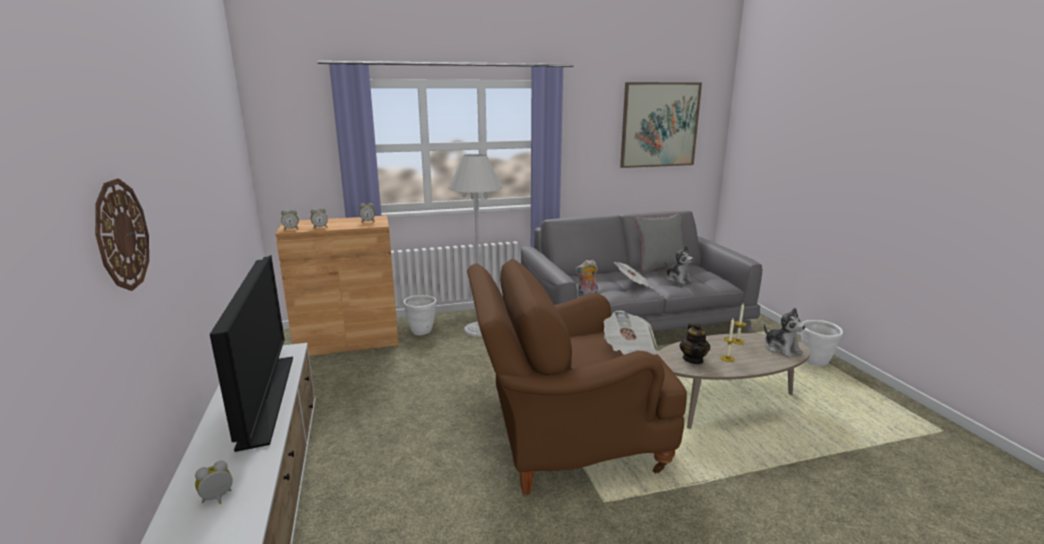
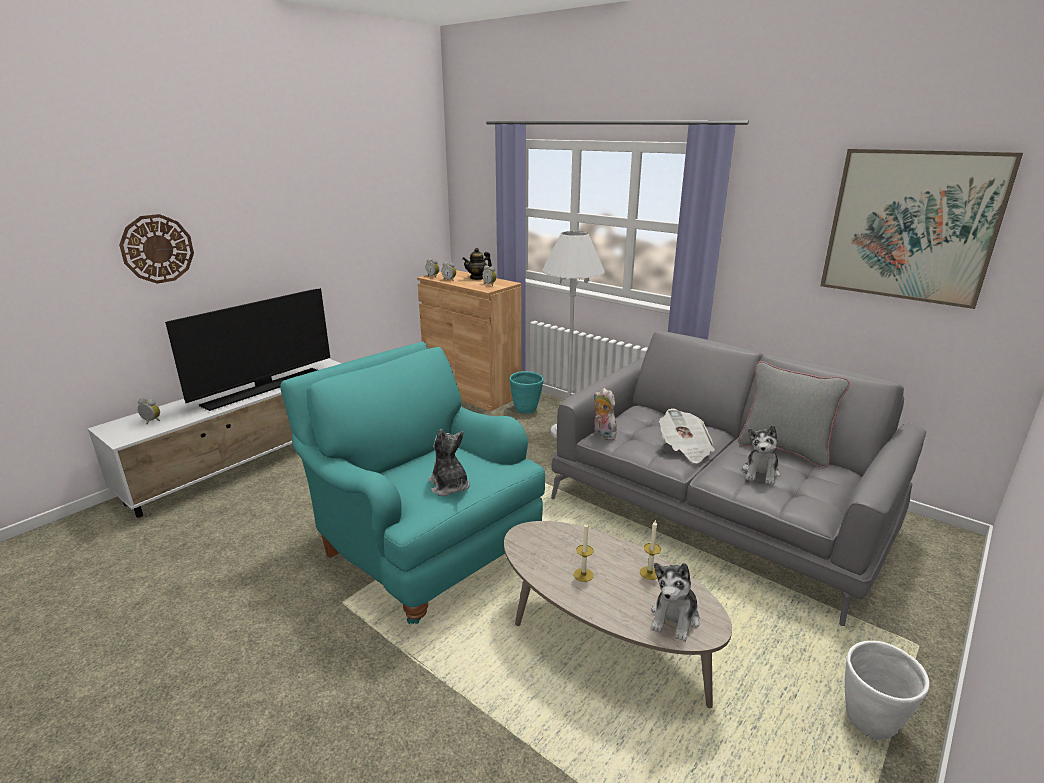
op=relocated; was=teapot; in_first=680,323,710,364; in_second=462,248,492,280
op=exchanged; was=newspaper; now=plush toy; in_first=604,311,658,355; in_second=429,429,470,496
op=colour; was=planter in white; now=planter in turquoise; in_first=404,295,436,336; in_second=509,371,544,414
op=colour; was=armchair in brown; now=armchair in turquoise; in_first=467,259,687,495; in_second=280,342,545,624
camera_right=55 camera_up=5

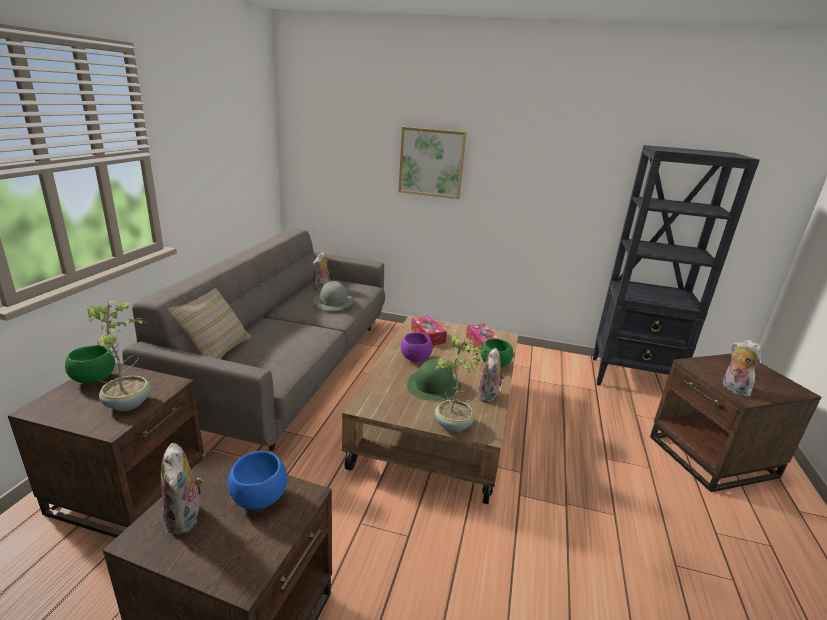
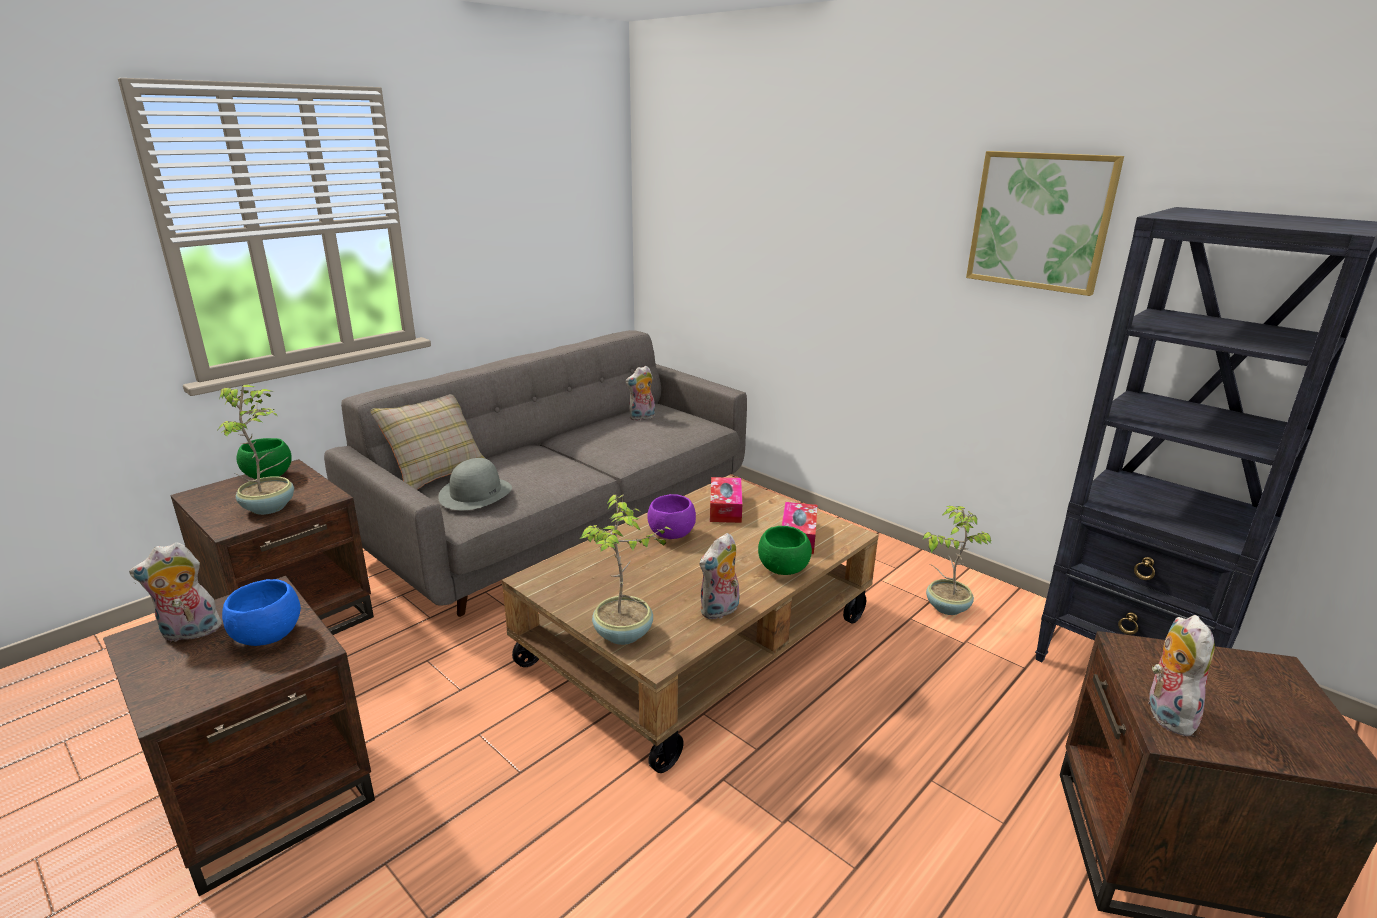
op=missing; was=hat in green; in_first=407,359,461,401
op=appeared; now=potted plant; in_second=923,506,991,615
op=relocated; was=hat in grey; in_first=313,281,354,311; in_second=438,458,512,510
op=relocated; was=picture; in_first=398,127,466,199; in_second=966,151,1124,296
op=spun; was=plush toy; in_first=161,443,203,535; in_second=129,542,222,642; clockwise=60
camera_right=30 camera_up=0

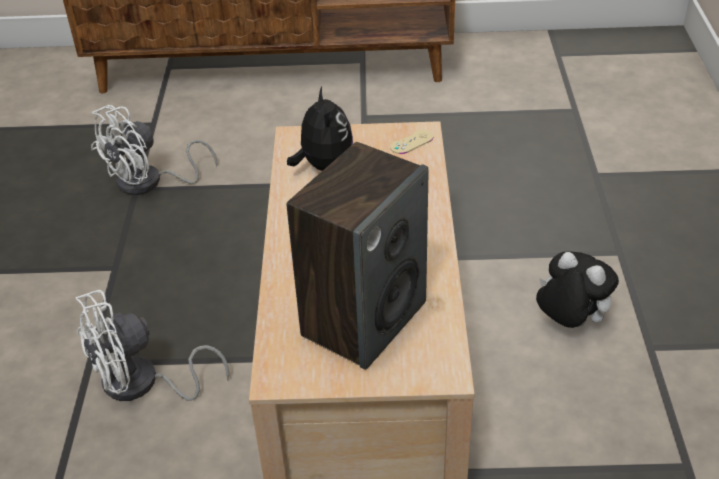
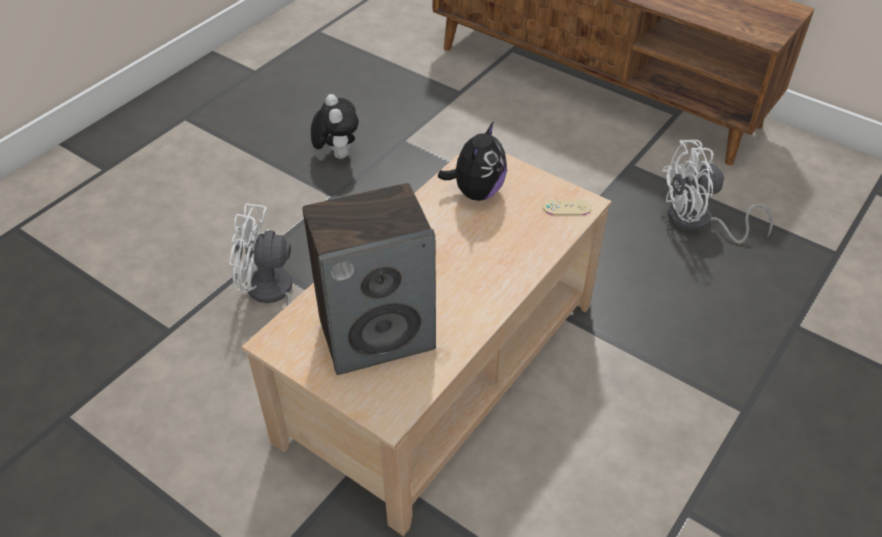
op=relocated; was=fan in white; in_first=91,105,217,195; in_second=661,140,773,244
op=relocated; was=plush toy; in_first=536,251,619,328; in_second=311,94,359,159
camera_right=35 camera_up=5

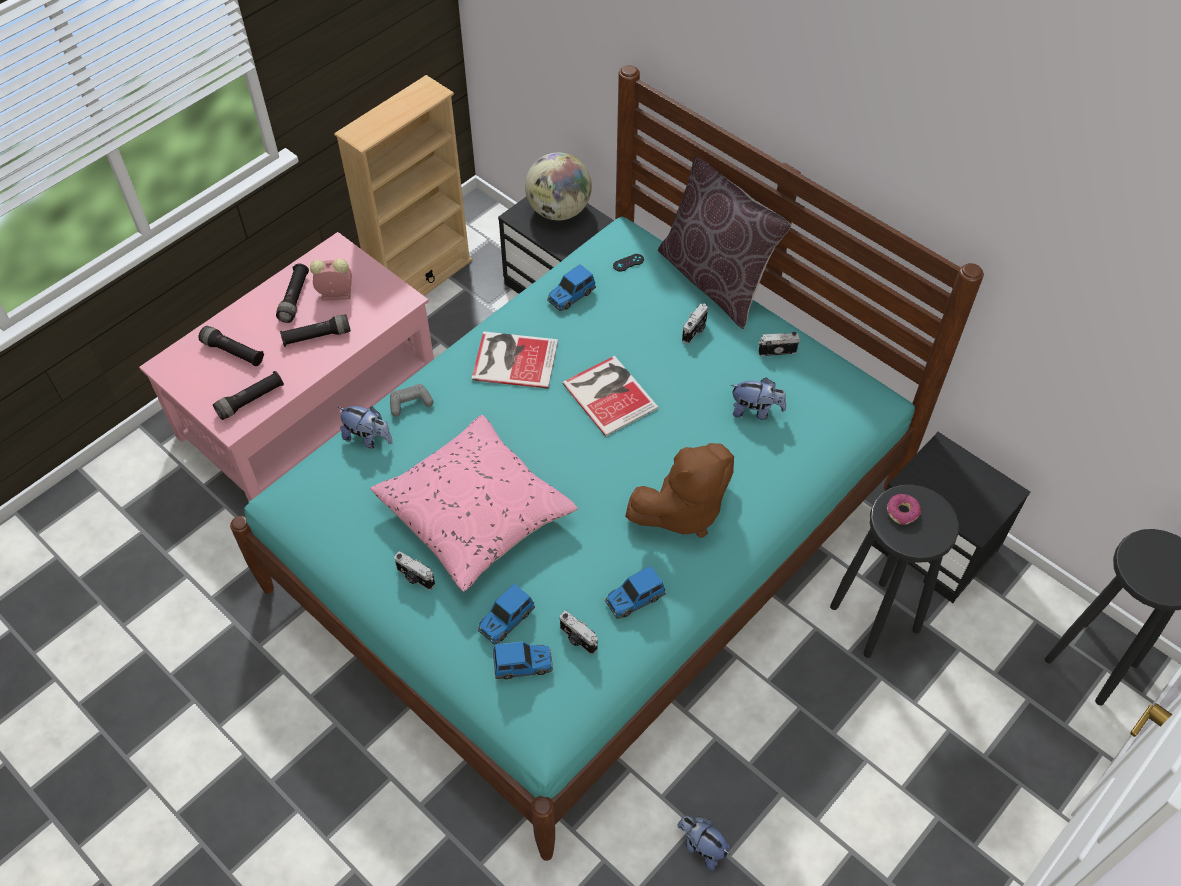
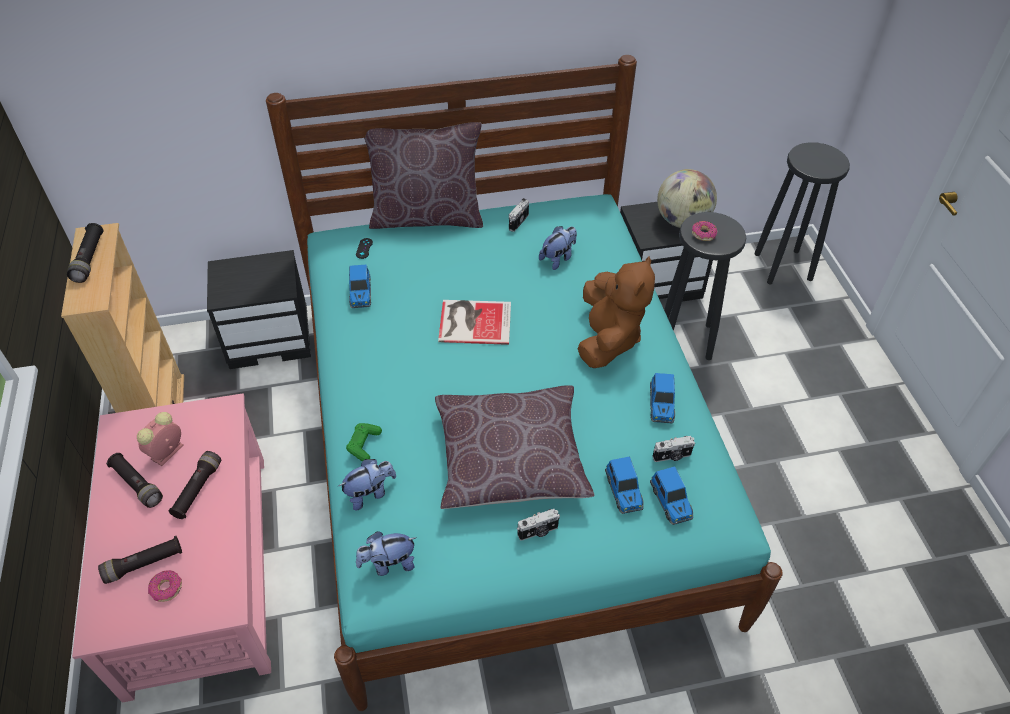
op=missing; was=book; in_first=472,331,558,389
op=missing; was=photo camera; in_first=682,303,708,344
op=appeared; now=donut; in_second=148,570,182,602
op=relocated; was=flashlight in black; in_first=213,371,284,420; in_second=67,223,103,283
op=relocated; was=globe; in_first=525,152,592,221; in_second=657,169,717,228
op=relocated; was=plush toy; in_first=678,816,730,871; in_second=356,531,416,576
op=colour; was=pillow in pink; now=pillow in brown; in_first=370,415,578,592; in_second=435,385,594,509
op=colour; was=game controller in grey; now=game controller in green; in_first=390,384,433,417; in_second=346,423,382,462
op=spun; was=toy car; in_first=492,641,553,679; in_second=650,466,693,525; clockwise=135
camera_right=-55 camera_up=-5

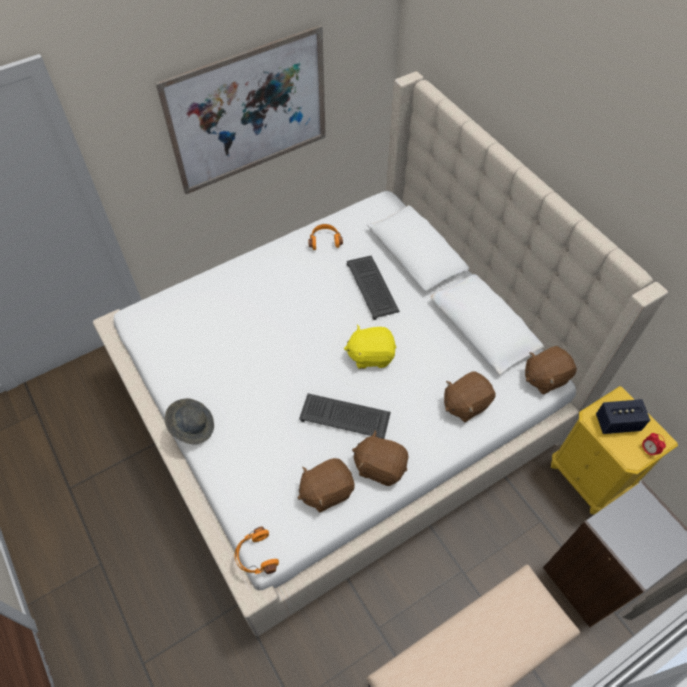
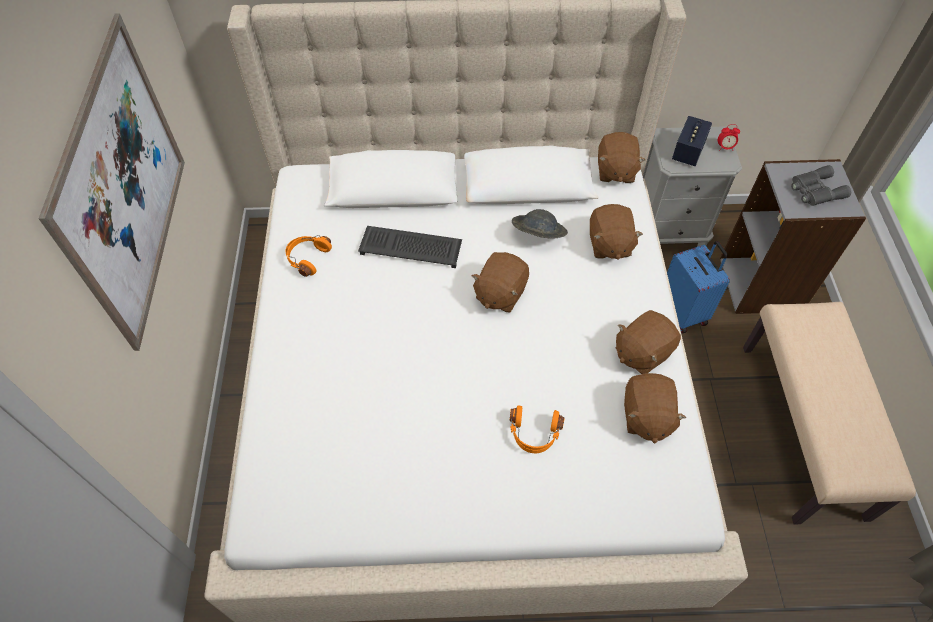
op=missing; was=keyboard; in_first=299,393,391,439
op=appeared; now=suitcase in blue; in_second=667,241,730,333
op=appeared; now=binoculars in grey; in_second=791,165,851,206
op=relocated; was=hat in grey; in_first=165,398,214,444; in_second=512,209,568,239
op=relocated; was=headphones in orange; in_first=235,527,279,574; in_second=510,405,565,453
op=colour; was=plush toy in yellow; now=plush toy in brown; in_first=344,324,396,369; in_second=471,252,529,312
op=colour; was=nightstand in yellow; now=nightstand in grey; in_first=551,386,678,515; in_second=643,126,742,247
camera_right=-60 camera_up=0

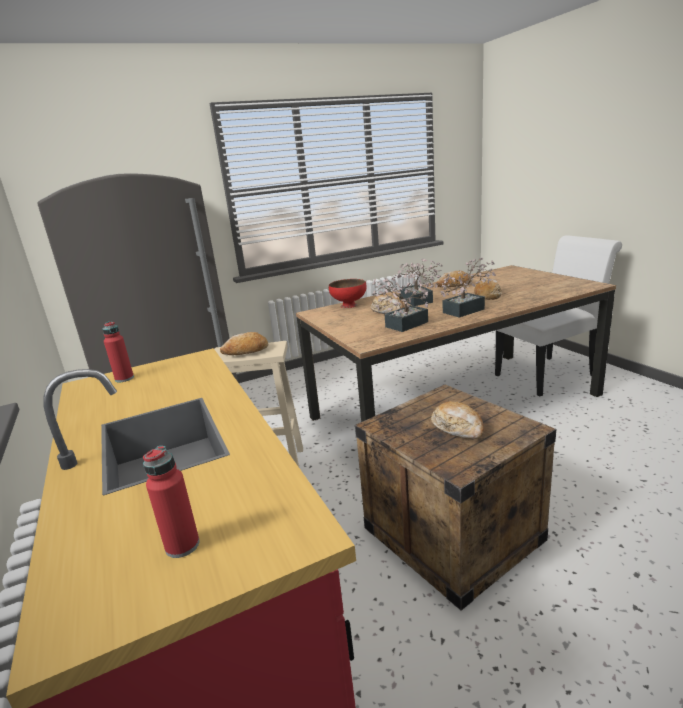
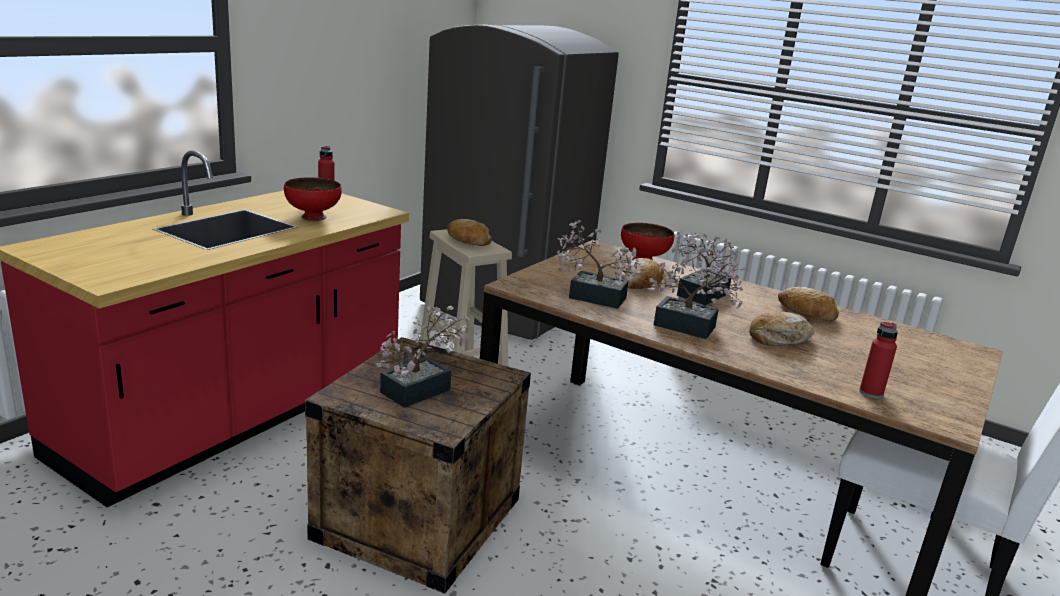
op=appeared; now=bowl in red; in_second=284,177,342,221
op=relocated; was=bottle in red; in_first=143,446,200,558; in_second=859,322,898,399
op=exchanged; was=bread; now=potted plant; in_first=431,401,484,439; in_second=376,306,471,408
camera_right=55 camera_up=0

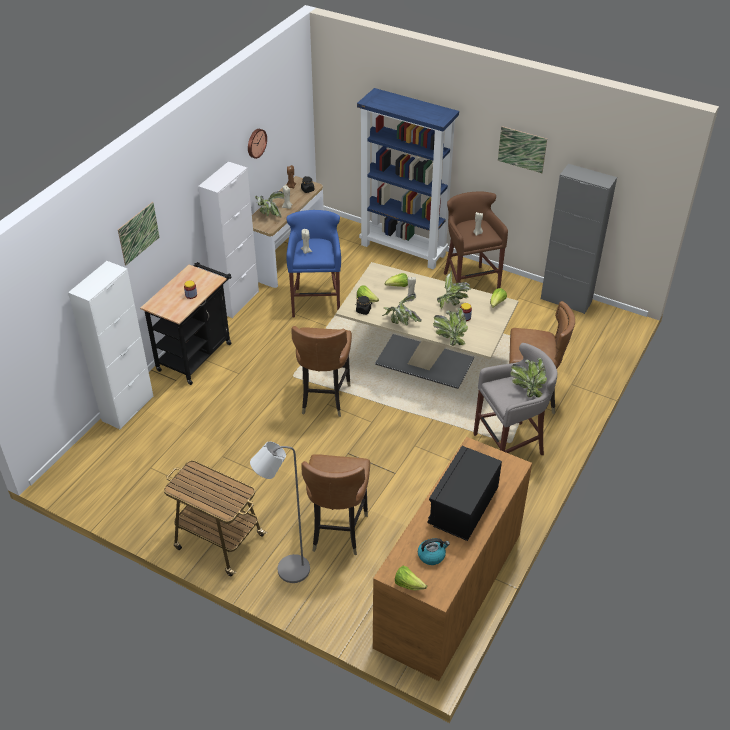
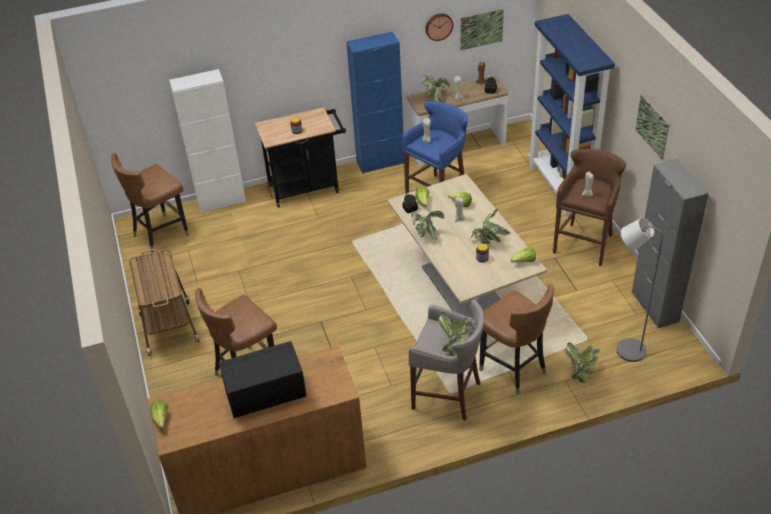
op=missing; was=kettle; in_first=418,538,450,565
op=relocated; was=picture; in_first=118,202,160,265; in_second=460,9,504,50
op=relocated; was=floor lamp in grey; in_first=250,441,310,583; in_second=616,218,663,362
op=relocated; was=chair in brown; in_first=291,326,352,417; in_second=111,153,189,253
op=relocated; was=potted plant; in_first=433,308,468,346; in_second=565,343,601,384
op=colour; was=cabinet in white; now=cabinet in blue; in_first=198,162,259,318; in_second=346,32,404,174
camera_right=45 camera_up=0

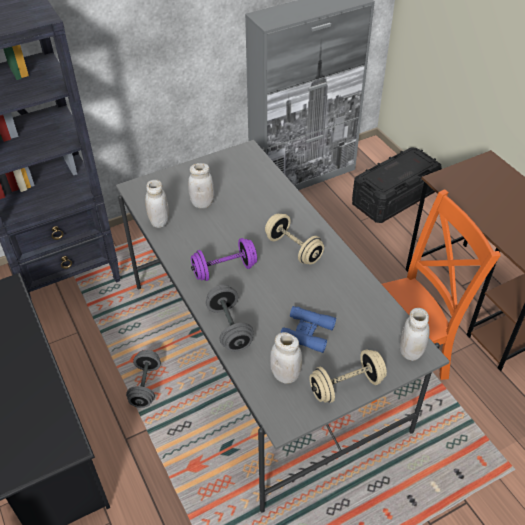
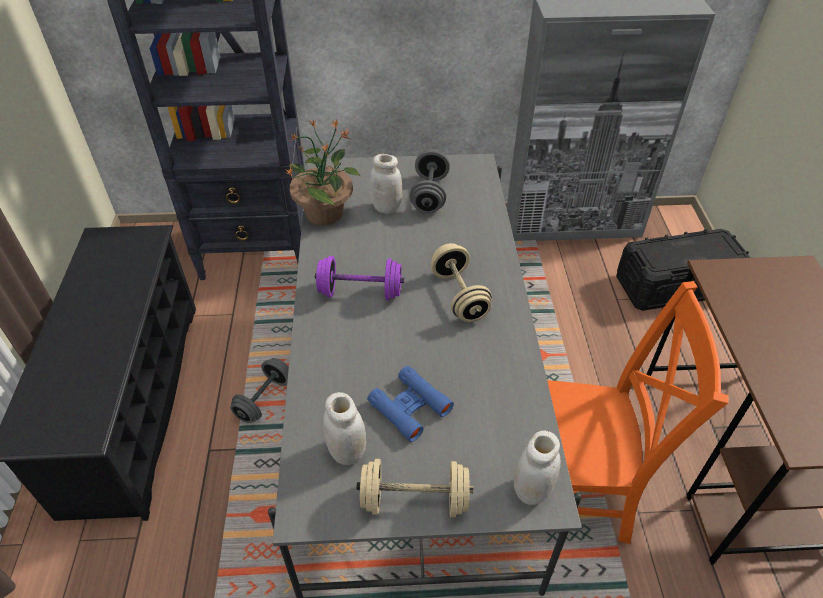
op=relocated; was=dumbbell in grey; in_first=206,285,254,352; in_second=410,149,450,214
op=exchanged; was=jar in white; now=potted plant; in_first=145,180,169,228; in_second=286,120,360,226
camera_right=25 camera_up=0

